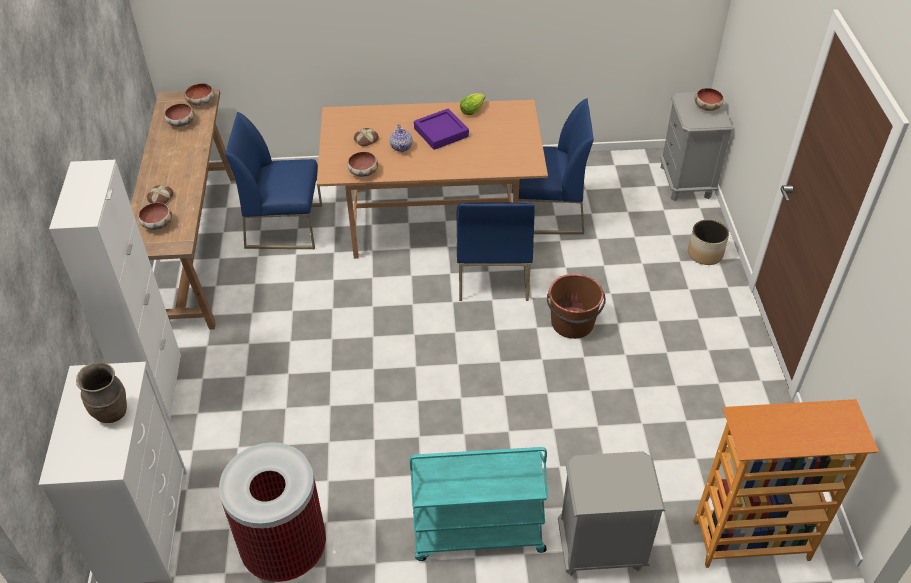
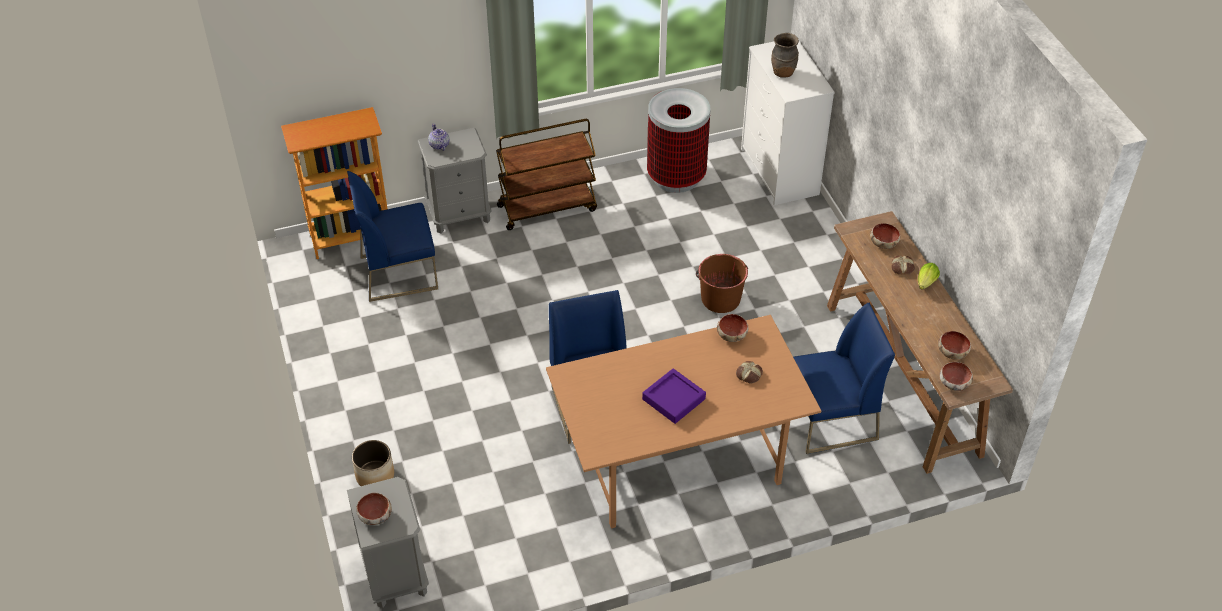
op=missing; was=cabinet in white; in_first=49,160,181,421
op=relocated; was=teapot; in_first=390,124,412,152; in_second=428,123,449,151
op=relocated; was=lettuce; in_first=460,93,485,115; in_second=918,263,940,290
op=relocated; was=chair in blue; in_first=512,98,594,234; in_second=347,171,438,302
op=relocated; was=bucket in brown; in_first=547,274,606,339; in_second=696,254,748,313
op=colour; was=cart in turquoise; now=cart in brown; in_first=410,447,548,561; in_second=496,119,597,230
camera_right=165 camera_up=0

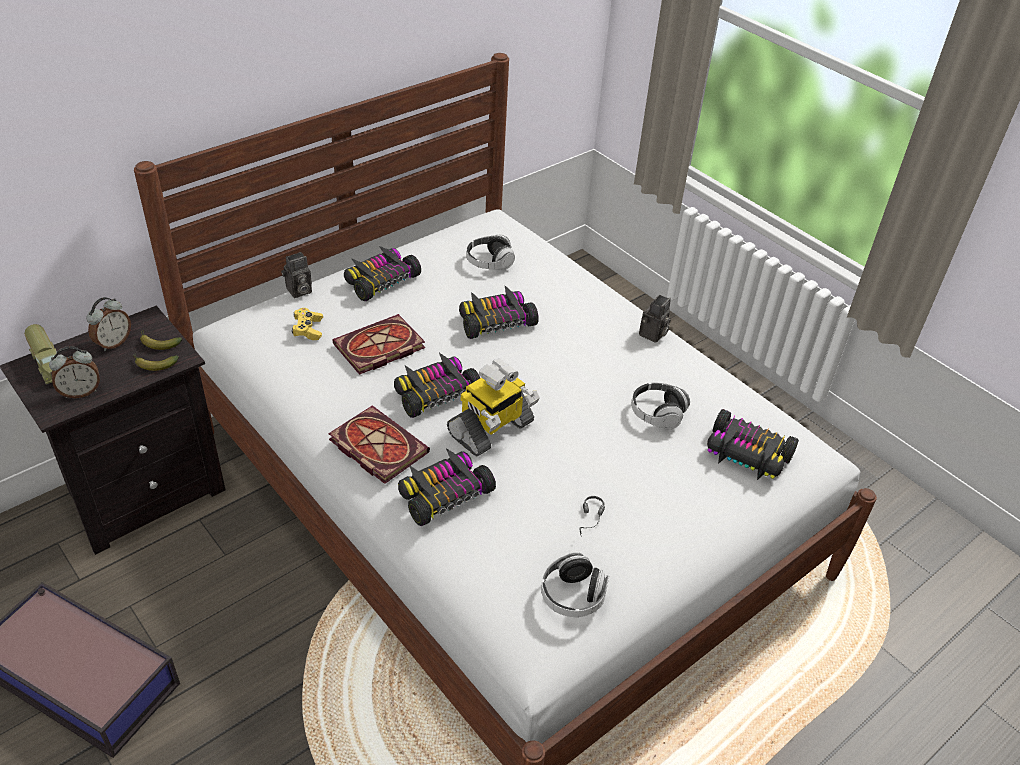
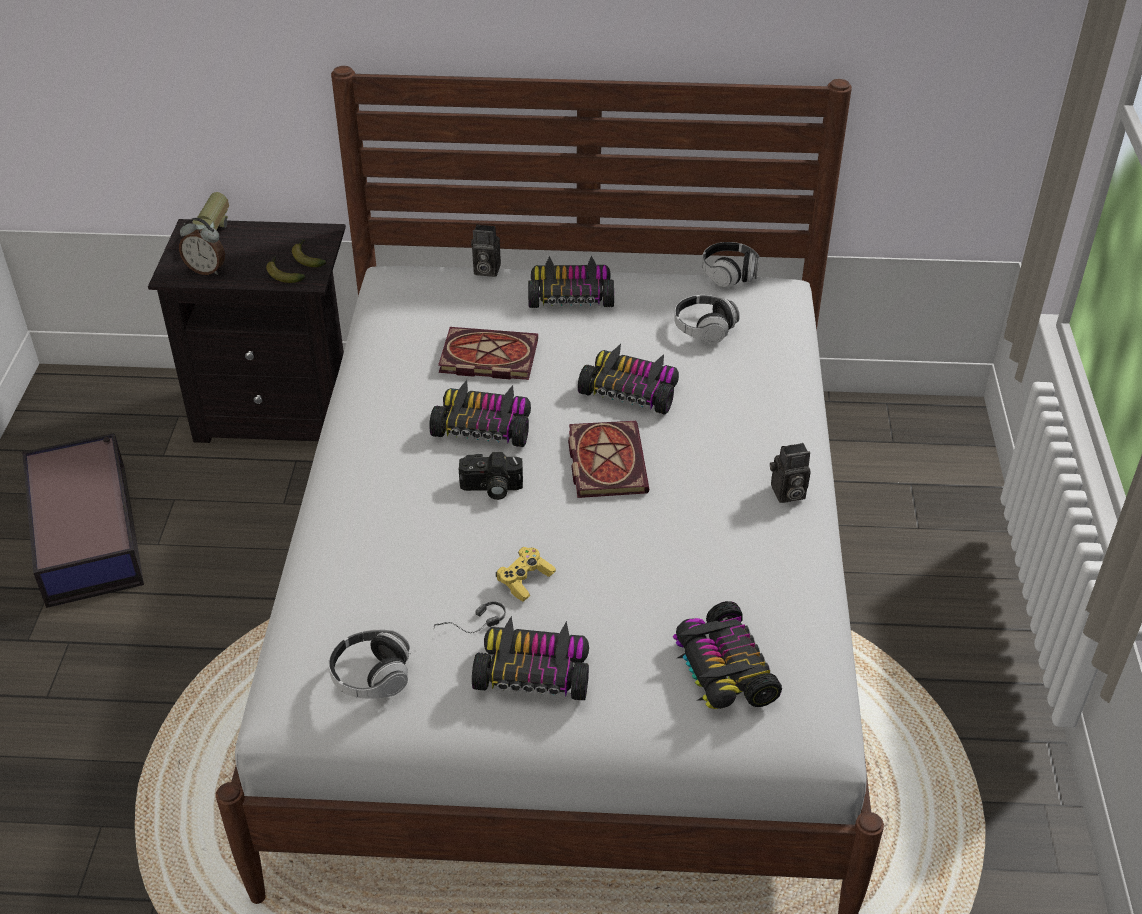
op=missing; was=alarm clock; in_first=87,297,131,351
op=relocated; was=game controller in yellow; in_first=292,308,323,340; in_second=496,547,556,602
op=relocated; was=book; in_first=328,405,430,484; in_second=568,421,649,498
op=relocated; was=toy car; in_first=398,448,496,526; in_second=472,616,589,700
op=relocated; was=headphones; in_first=631,382,690,430; in_second=702,242,760,287
op=exchanged; was=toy robot; now=photo camera; in_first=447,359,540,456; in_second=458,452,523,500
camera_right=45 camera_up=0

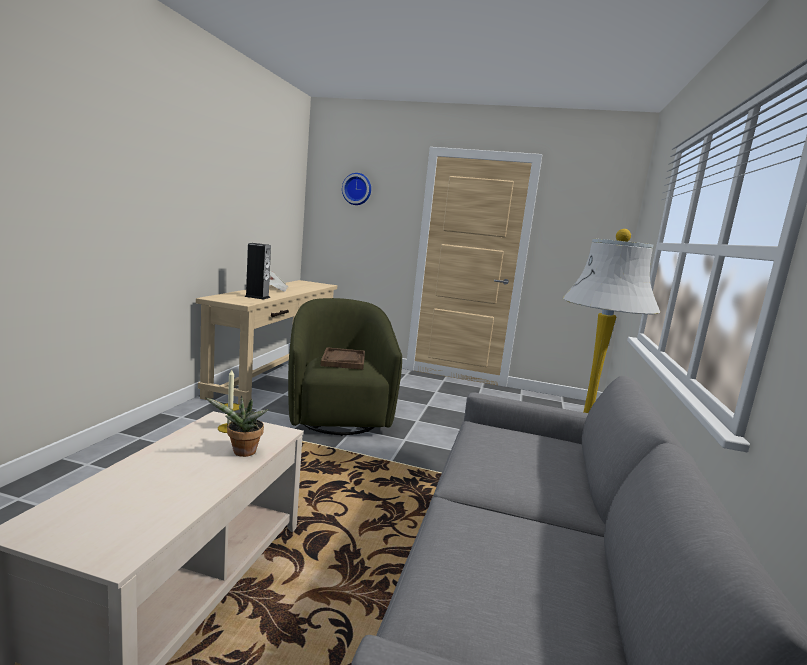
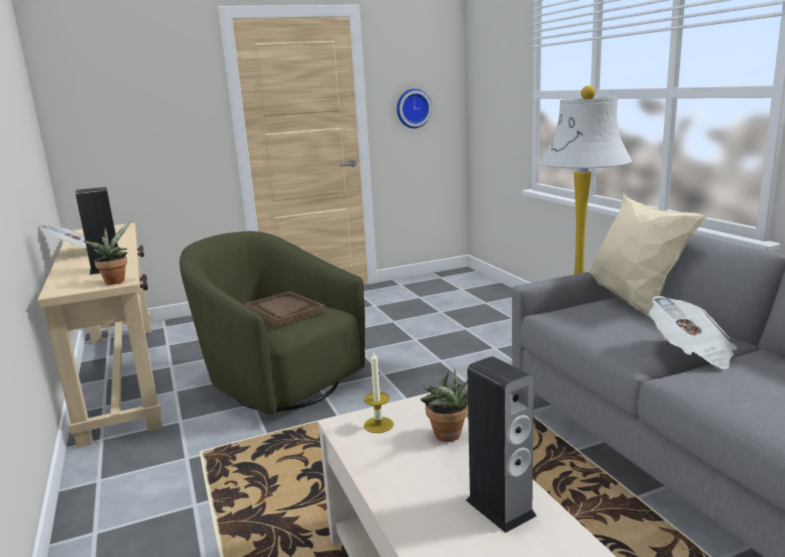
op=appeared; now=potted plant; in_second=83,222,130,285
op=appeared; now=speaker; in_second=466,356,536,533
op=appeared; now=pillow in beige; in_second=586,193,707,318
op=appeared; now=newspaper; in_second=649,296,737,369
op=relocated; was=wall clock; in_first=342,173,371,205; in_second=397,89,432,128
camera_right=-35 camera_up=5

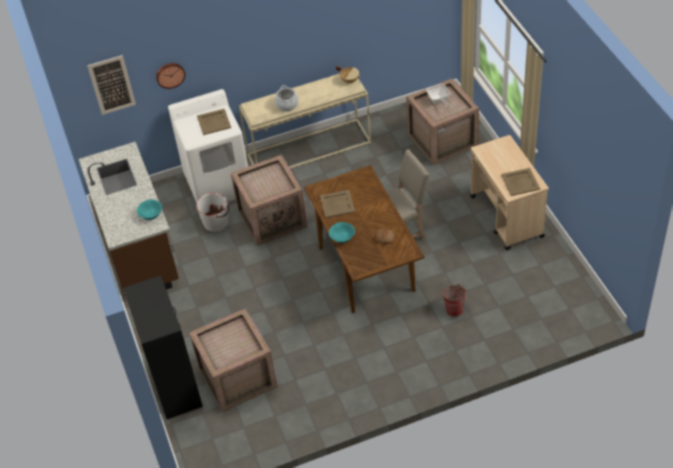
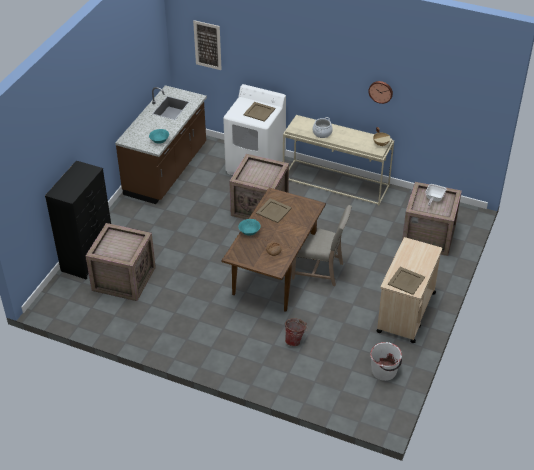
op=relocated; was=wall clock; in_first=156,63,185,89; in_second=368,81,393,104
op=relocated; was=bucket in white; in_first=196,193,229,232; in_second=370,342,402,381
camera_right=40 camera_up=-5

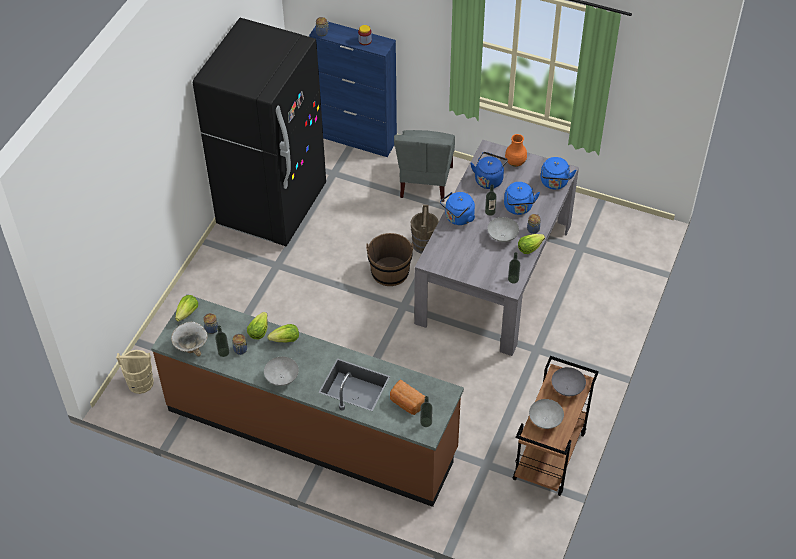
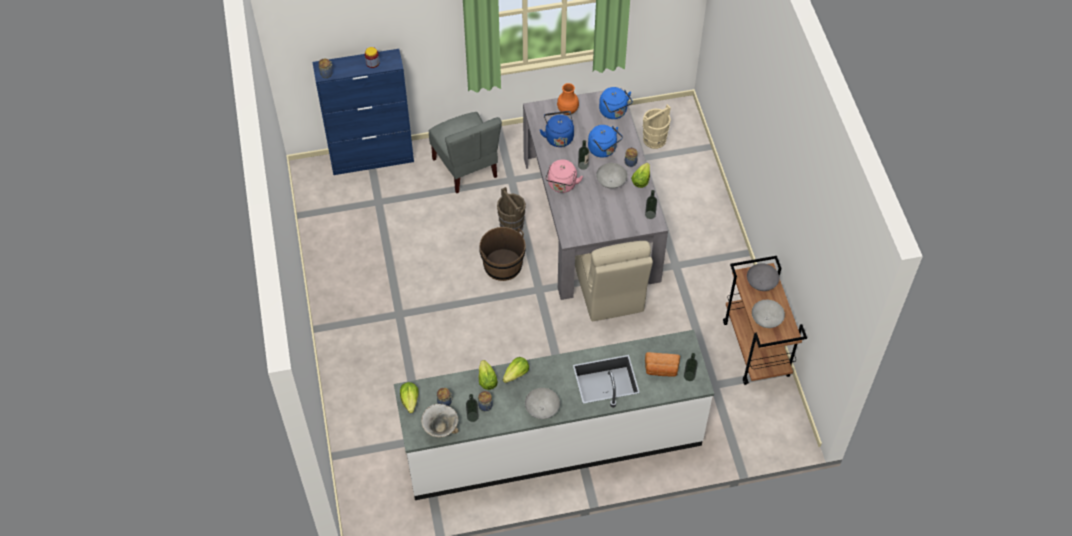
op=missing; was=fridge in black; in_first=193,18,326,246
op=appeared; now=chair in beige; in_second=575,241,653,321
op=relocated; was=bucket in beige; in_first=116,350,154,394; in_second=643,104,671,149
op=colour; was=counter in brown; now=counter in white; in_first=151,294,464,507; in_second=394,330,714,500
op=colour; was=kettle in blue; now=kettle in pink; in_first=440,192,475,225; in_second=545,160,583,193
camera_right=-35 camera_up=5

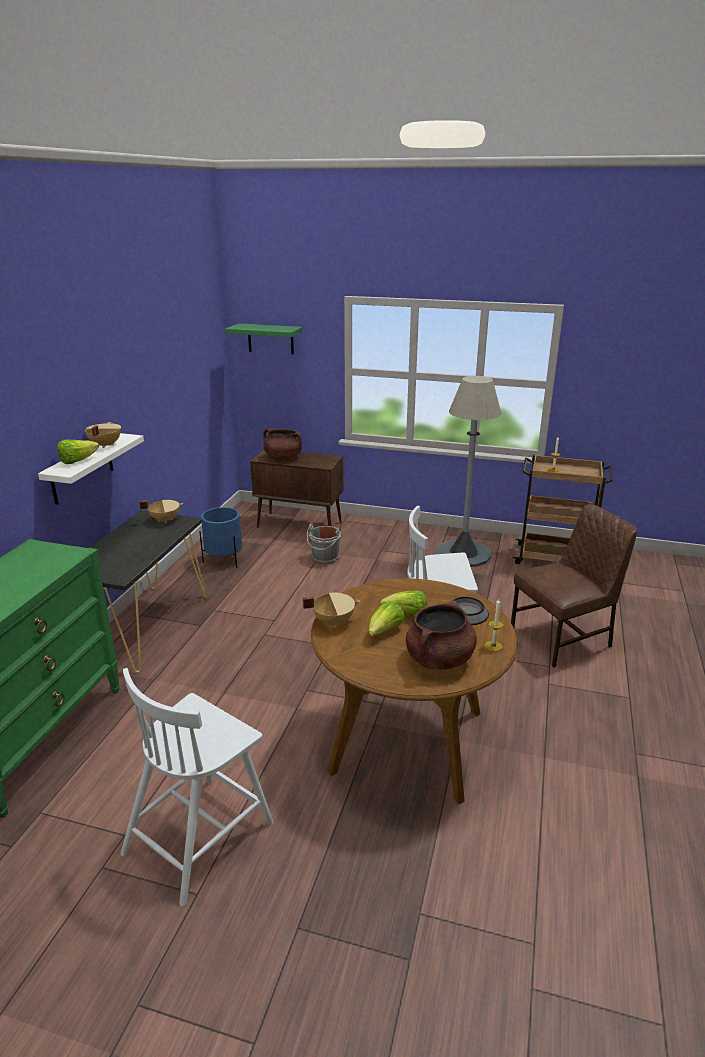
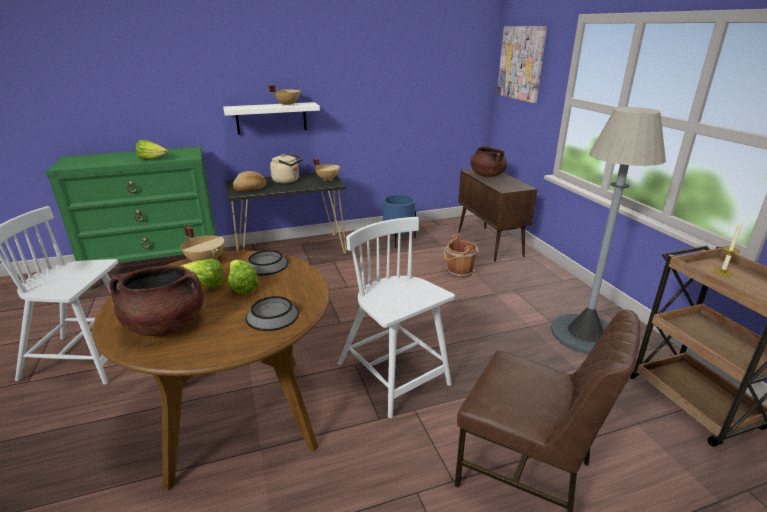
op=missing; was=candle; in_first=485,599,504,651
op=appeared; now=bread; in_second=233,171,267,191
op=appeared; now=bowl; in_second=247,250,288,275
op=appeared; now=kettle in beige; in_second=270,153,303,183
op=relocated; was=lettuce; in_first=57,440,99,464; in_second=136,140,168,159
op=exchanged; was=shelf in green; now=picture; in_first=225,323,303,355; in_second=497,26,547,103
op=colour; was=bucket in grey; now=bucket in brown; in_first=307,523,341,564; in_second=443,234,479,278
camera_right=55 camera_up=0

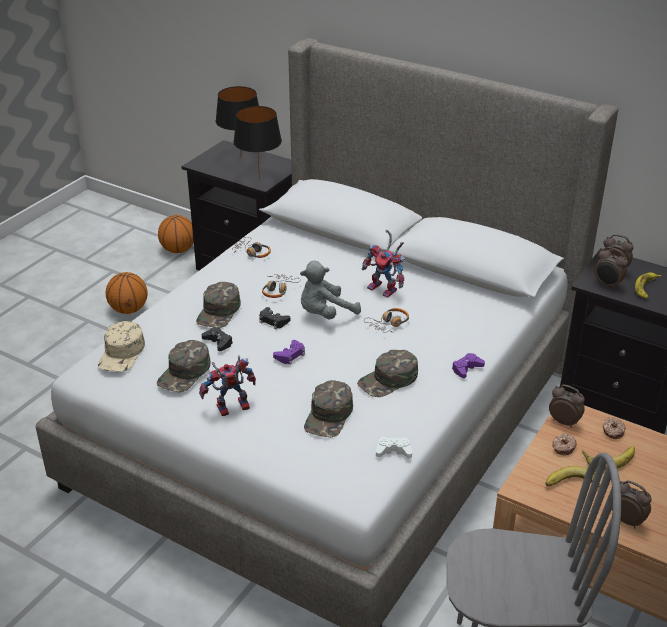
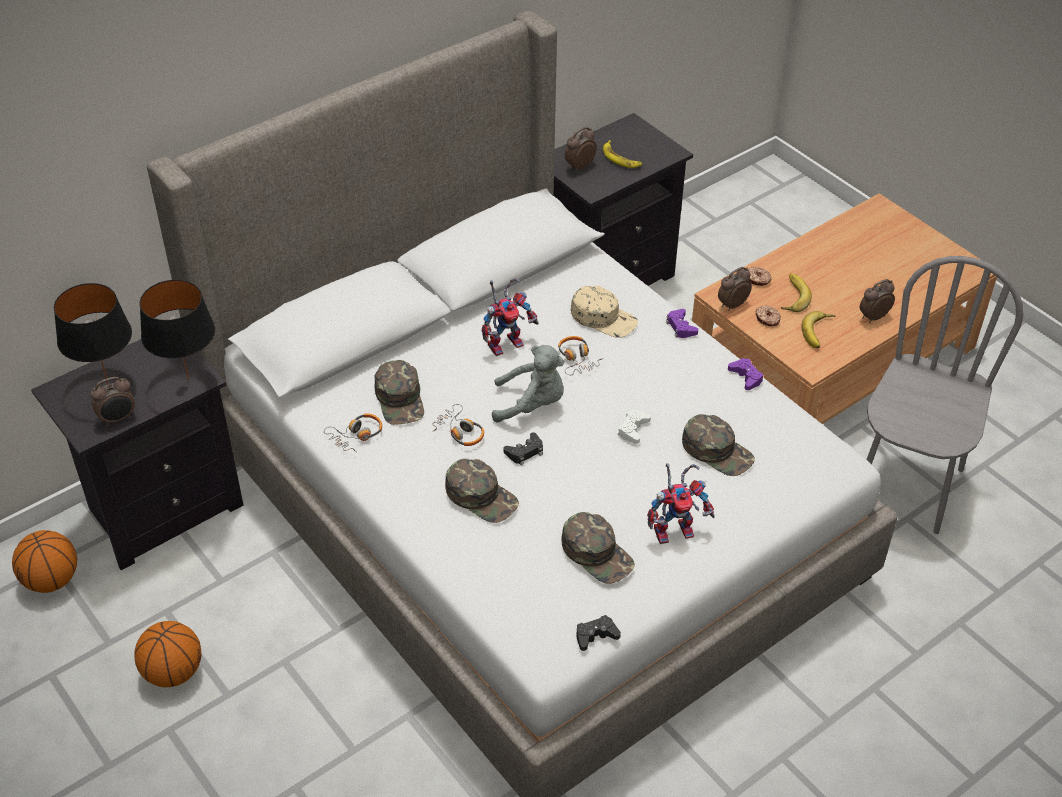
op=relocated; was=cap in beige; in_first=98,321,145,372; in_second=571,286,638,338
op=relocated; was=game controller in black; in_first=202,327,233,351; in_second=576,615,621,651
op=relocated; was=game controller in purple; in_first=273,340,305,365; in_second=728,358,763,390
op=relocated; was=cap in green; in_first=357,350,418,397; in_second=374,360,424,425
op=relocated; was=game controller in white; in_first=376,437,412,458; in_second=618,410,651,444
op=relocated; was=alarm clock; in_first=594,247,628,290; in_second=91,377,135,426
op=spun; was=toy robot; in_first=199,355,256,416; in_second=647,463,715,544; clockwise=-105
op=spun; was=plush toy in grey; in_first=300,261,361,319; in_second=492,345,564,423; clockwise=-75
camera_right=-70 camera_up=10

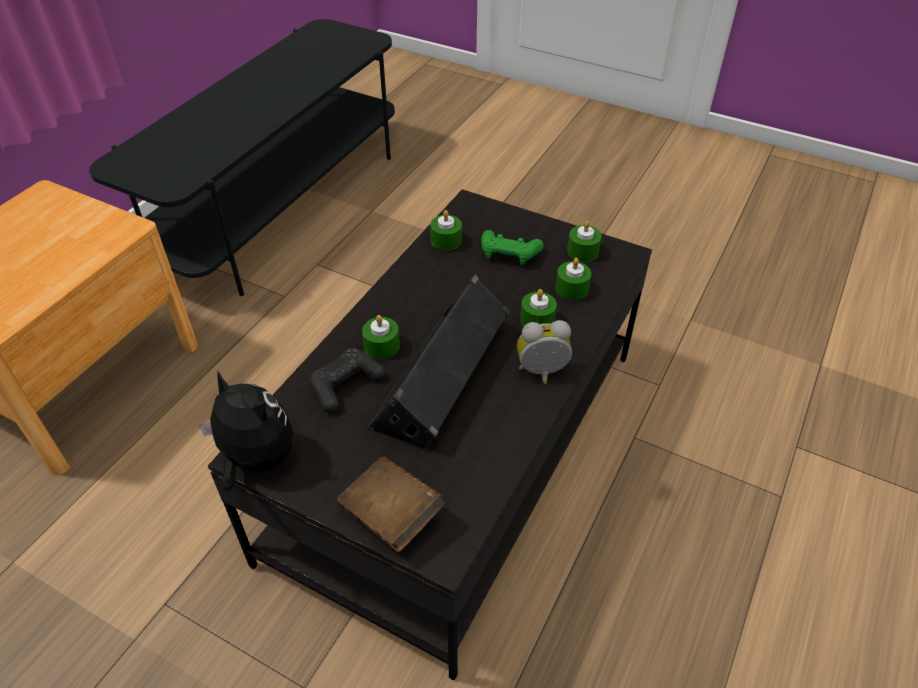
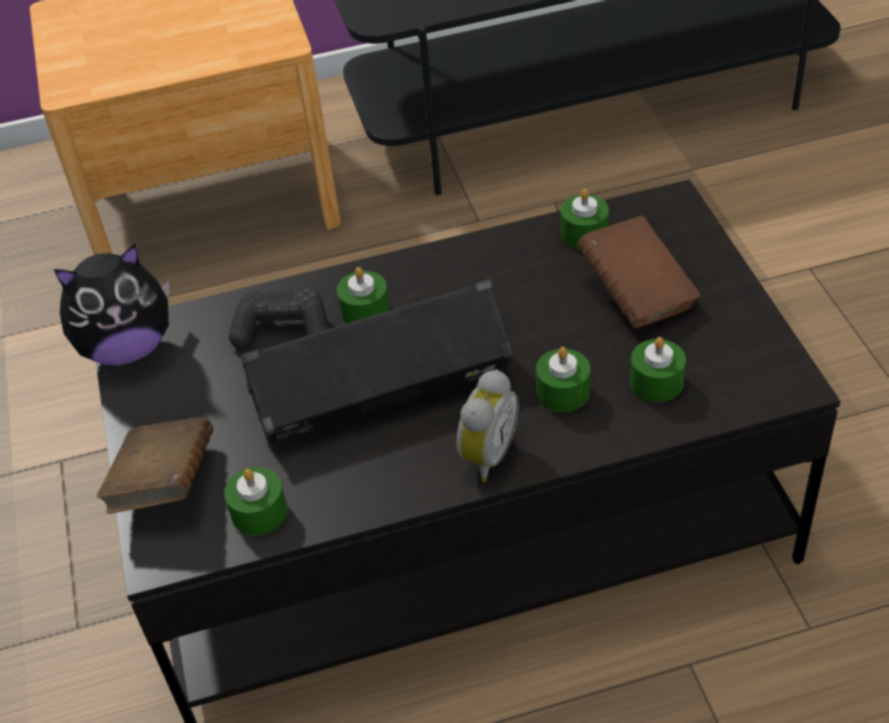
op=relocated; was=candle in green; in_first=567,221,601,262; in_second=224,467,288,536
op=exchanged; was=game controller in green; now=book in brown; in_first=481,230,544,265; in_second=577,216,700,328
op=spun; was=plush toy; in_first=199,371,293,492; in_second=54,244,170,365; clockwise=75
op=spun; was=alarm clock; in_first=517,320,572,384; in_second=456,370,519,482; clockwise=75
camera_right=50 camera_up=0

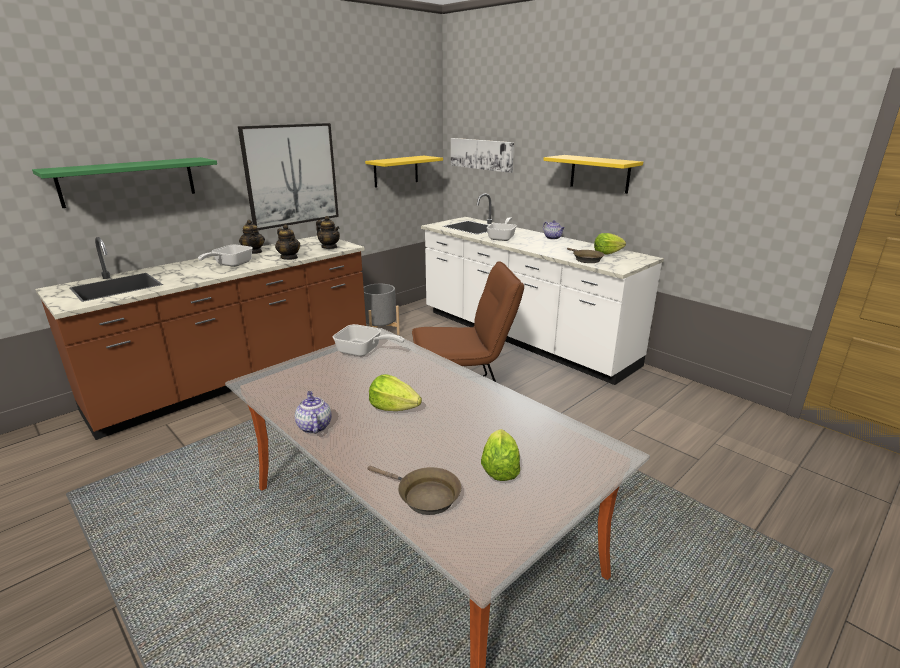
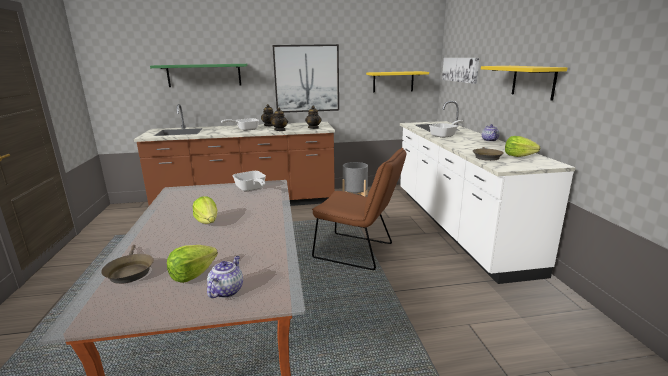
op=relocated; was=teapot; in_first=295,391,332,433; in_second=207,256,243,298
camera_right=35 camera_up=-5

